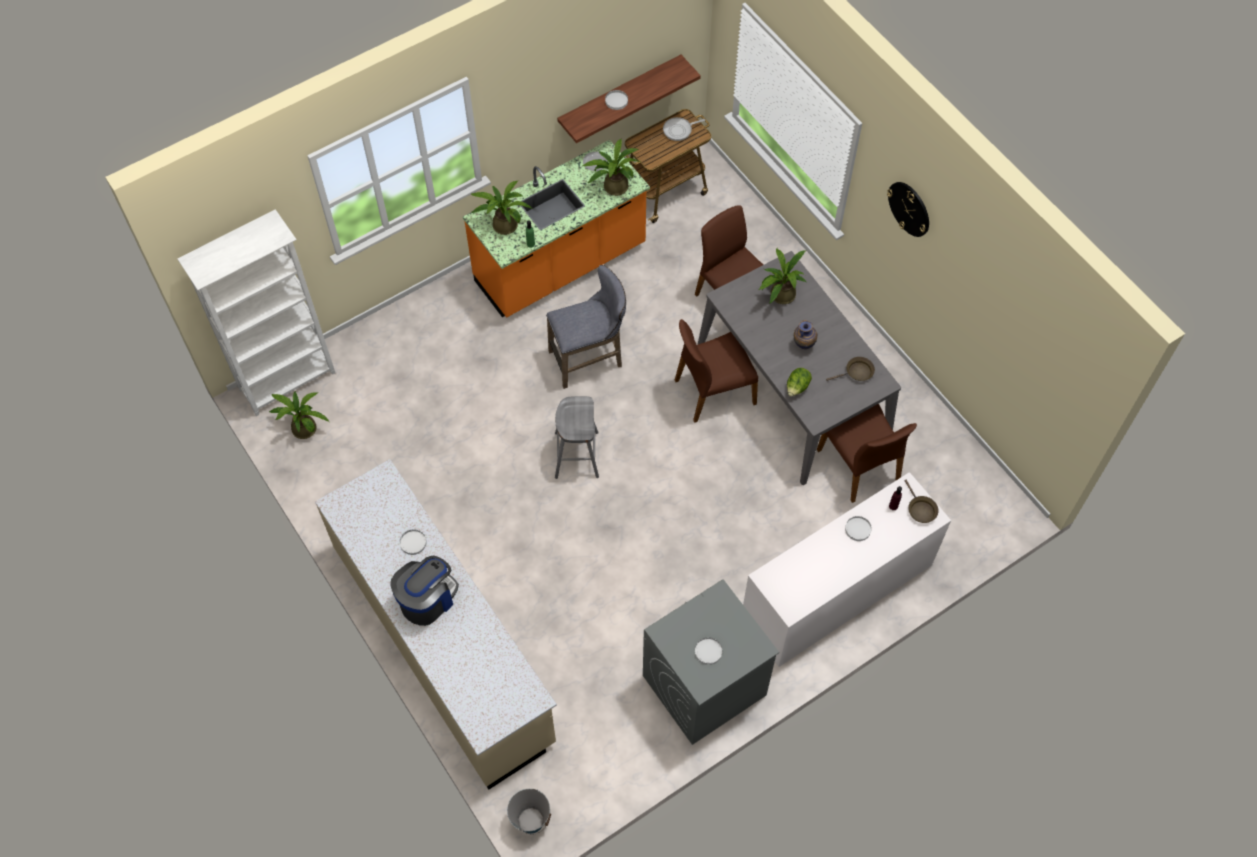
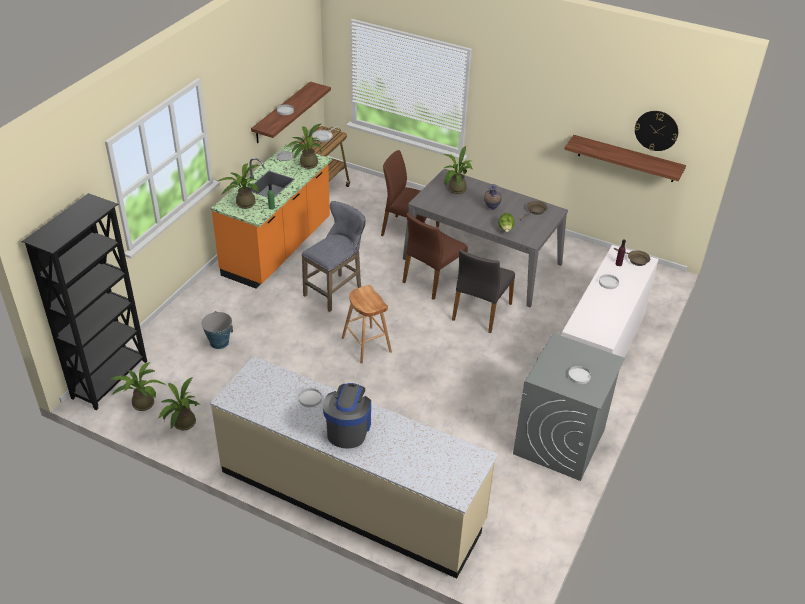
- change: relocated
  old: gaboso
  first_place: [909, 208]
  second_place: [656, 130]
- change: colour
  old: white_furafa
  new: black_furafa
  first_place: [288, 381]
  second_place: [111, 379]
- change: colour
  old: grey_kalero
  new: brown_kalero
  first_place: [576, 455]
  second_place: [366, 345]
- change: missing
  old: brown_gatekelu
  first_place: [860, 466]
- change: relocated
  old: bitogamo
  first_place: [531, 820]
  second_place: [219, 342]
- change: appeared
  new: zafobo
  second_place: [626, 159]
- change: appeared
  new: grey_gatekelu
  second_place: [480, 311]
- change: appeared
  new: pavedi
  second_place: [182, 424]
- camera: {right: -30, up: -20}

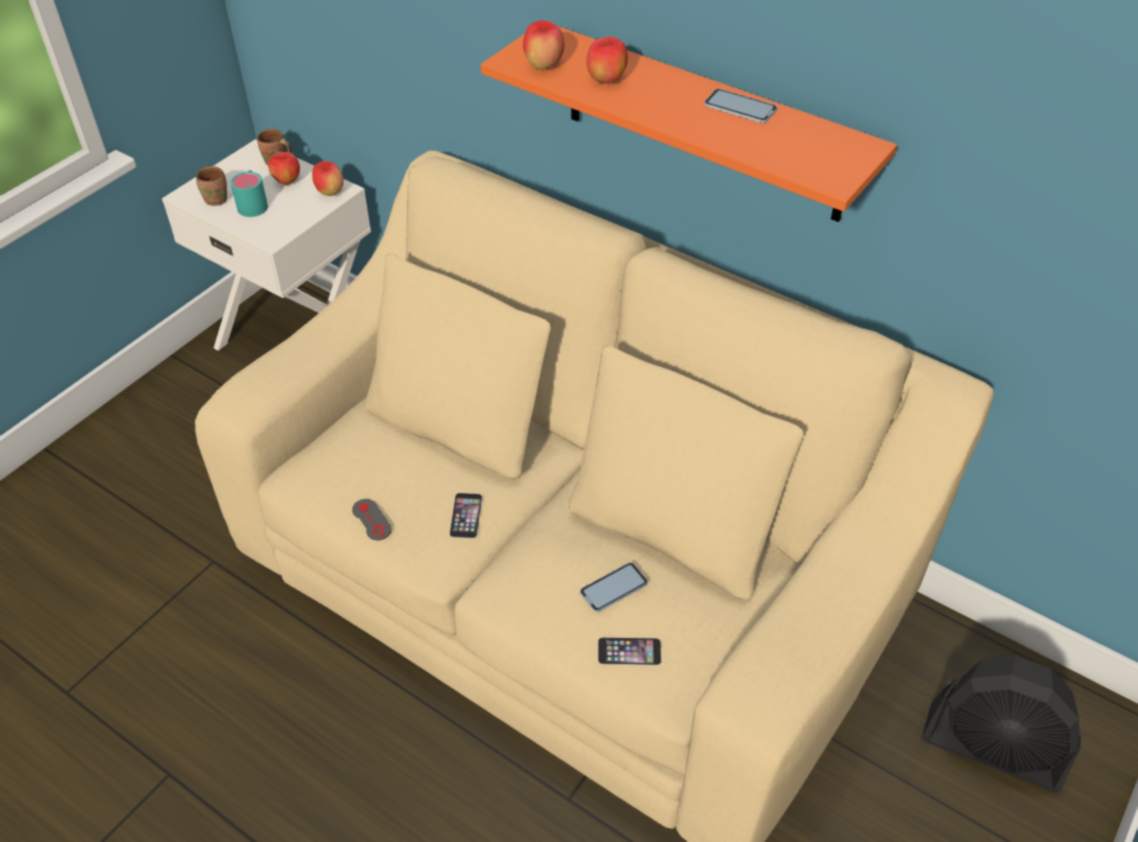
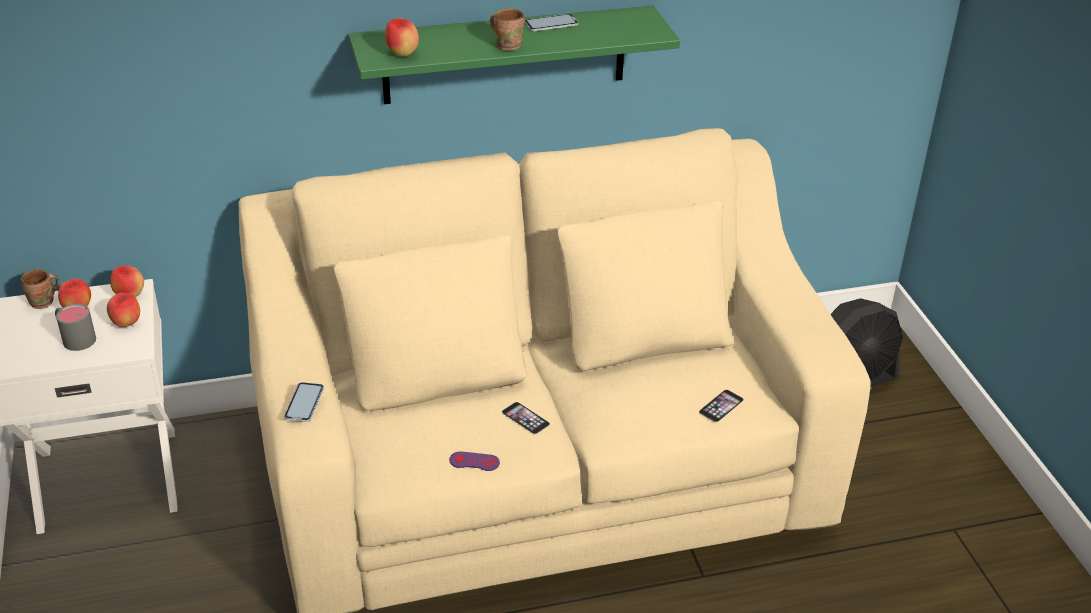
- change: colour
  old: orange_zafobo
  new: green_zafobo
  first_place: [703, 123]
  second_place: [505, 55]
- change: relocated
  old: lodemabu
  first_place: [606, 80]
  second_place: [126, 323]
- change: relocated
  old: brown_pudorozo
  first_place: [218, 199]
  second_place: [508, 45]
- change: colour
  old: turquoise_pudorozo
  new: grey_pudorozo
  first_place: [253, 203]
  second_place: [74, 337]
- change: colour
  old: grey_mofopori
  new: purple_mofopori
  first_place: [371, 519]
  second_place: [474, 461]
- change: relocated
  old: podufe
  first_place: [613, 588]
  second_place: [304, 403]
- camera: {right: -50, up: -10}

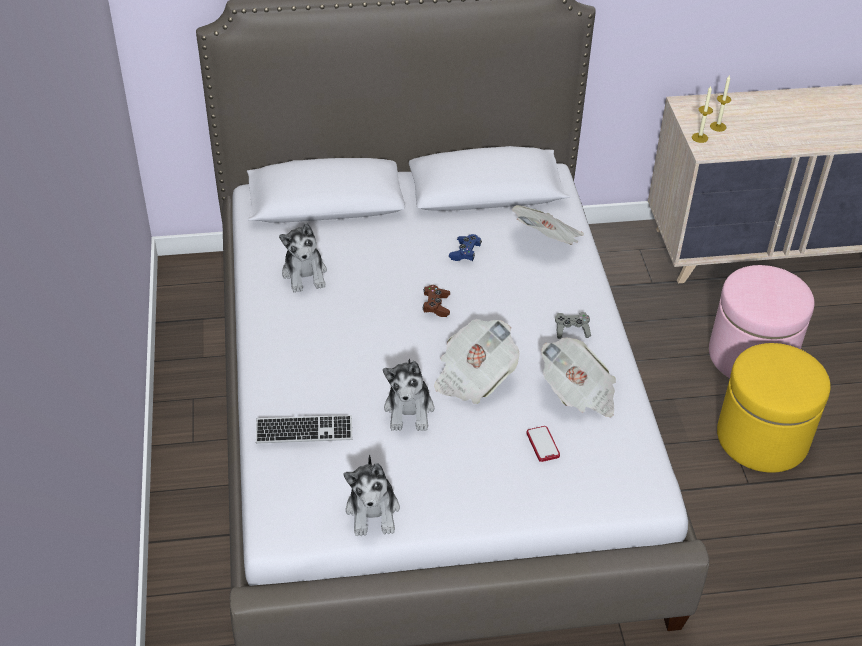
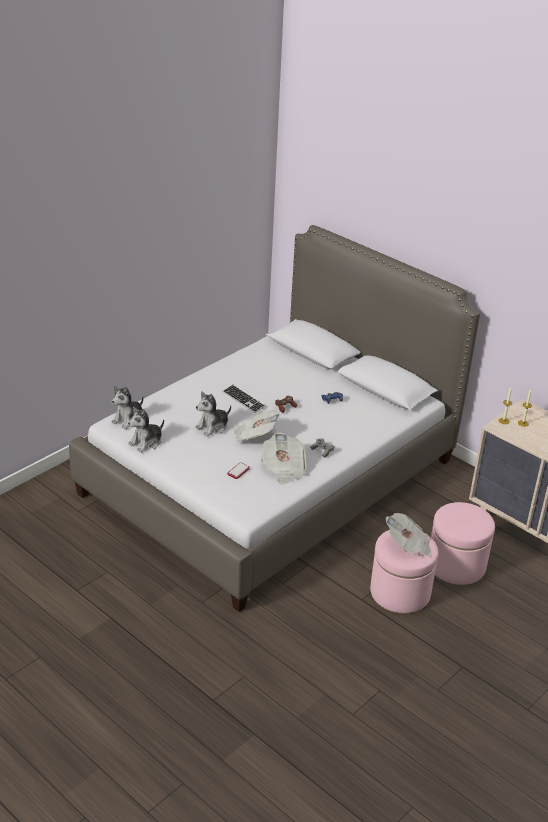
- change: relocated
  old: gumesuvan
  first_place: [547, 240]
  second_place: [408, 545]
- change: relocated
  old: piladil
  first_place: [305, 274]
  second_place: [128, 419]
- change: colour
  old: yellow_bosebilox
  new: pink_bosebilox
  first_place: [762, 438]
  second_place: [400, 592]
- change: relocated
  old: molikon
  first_place: [304, 431]
  second_place: [243, 400]
- camera: {right: 50, up: -10}

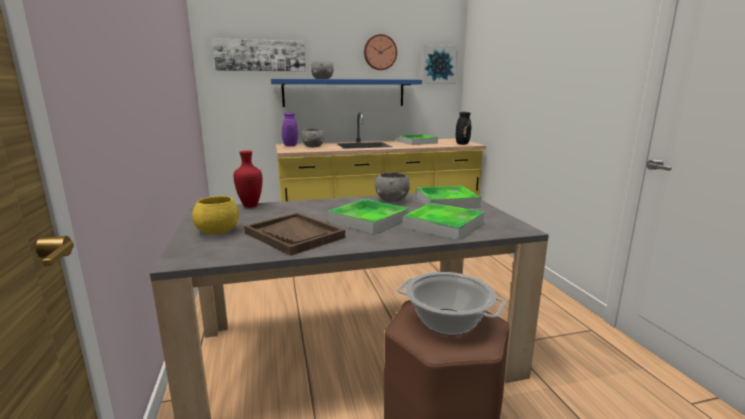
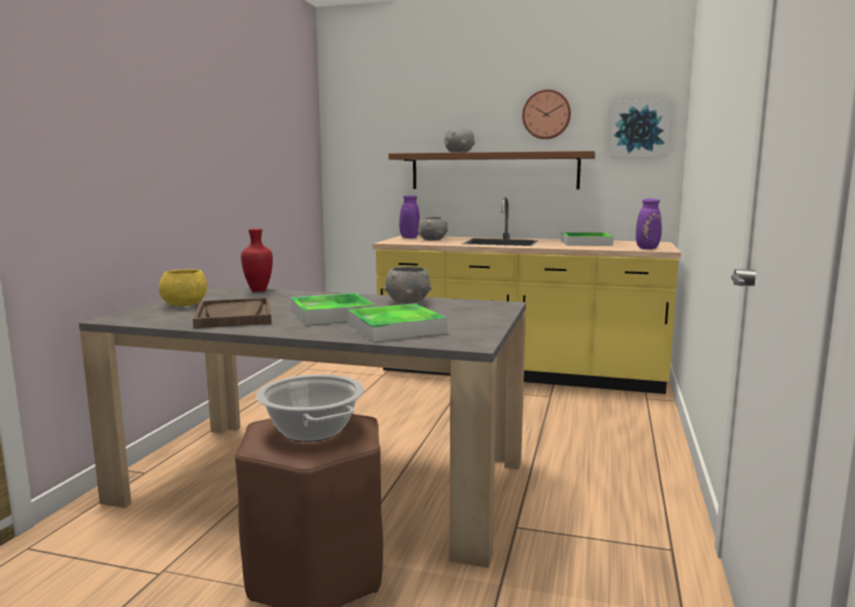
- change: missing
  old: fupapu
  first_place: [260, 55]
- change: colour
  old: blue_zafobo
  new: brown_zafobo
  first_place: [344, 93]
  second_place: [493, 171]
- change: colour
  old: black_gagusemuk
  new: purple_gagusemuk
  first_place: [462, 144]
  second_place: [648, 248]
- change: missing
  old: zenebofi
  first_place: [446, 201]
- camera: {right: 30, up: -5}

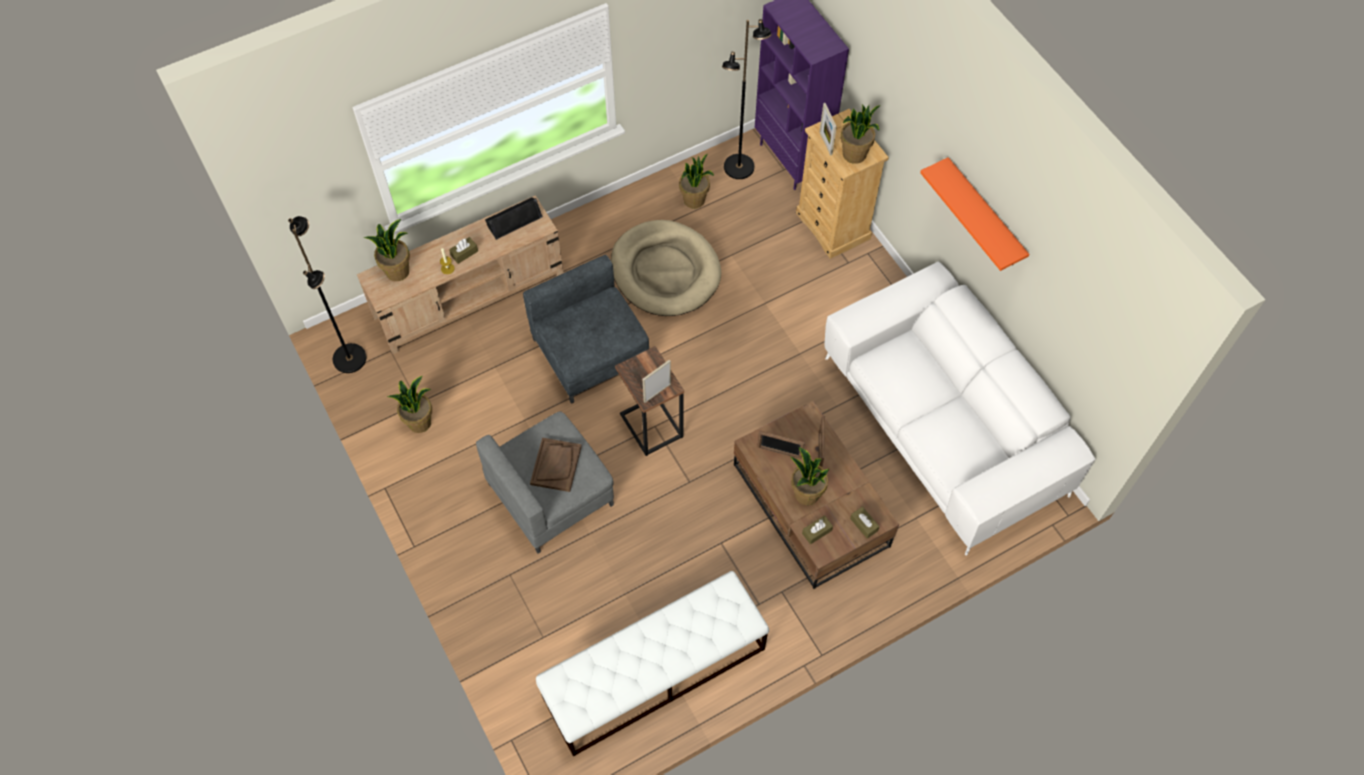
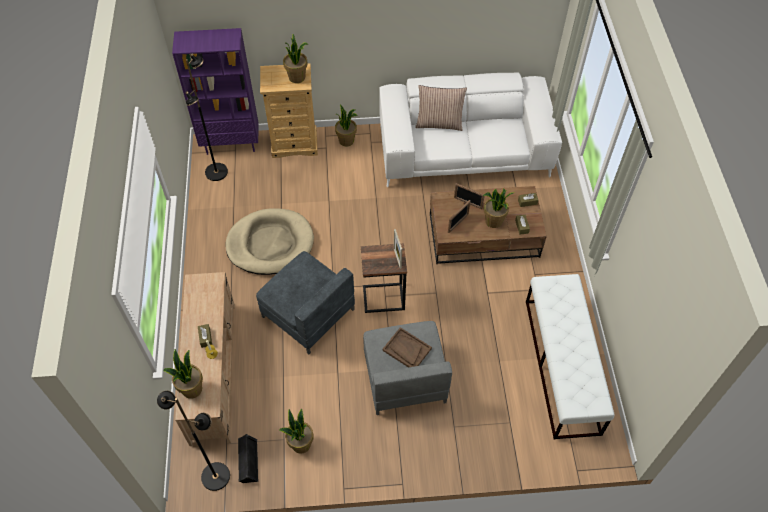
- change: missing
  old: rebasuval
  first_place: [825, 143]
- change: relocated
  old: pavedi
  first_place: [694, 200]
  second_place: [347, 140]
- change: missing
  old: orange_zafobo
  first_place: [984, 215]
- change: relocated
  old: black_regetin
  first_place: [514, 220]
  second_place: [247, 461]
- change: spun
  old: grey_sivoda
  first_place: [590, 353]
  second_place: [308, 312]
  degrees: -135
- change: appeared
  new: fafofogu
  second_place: [439, 123]
- camera: {right: -65, up: -5}

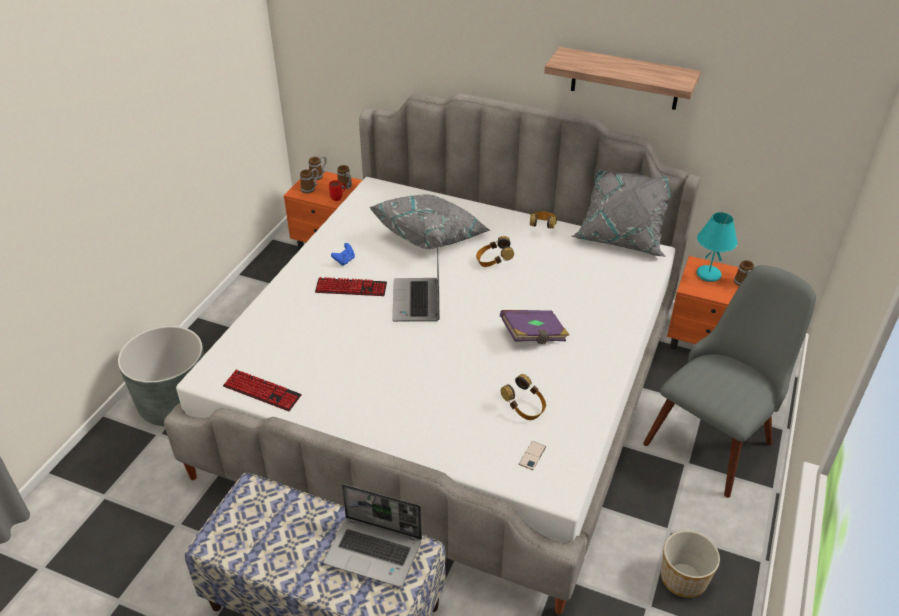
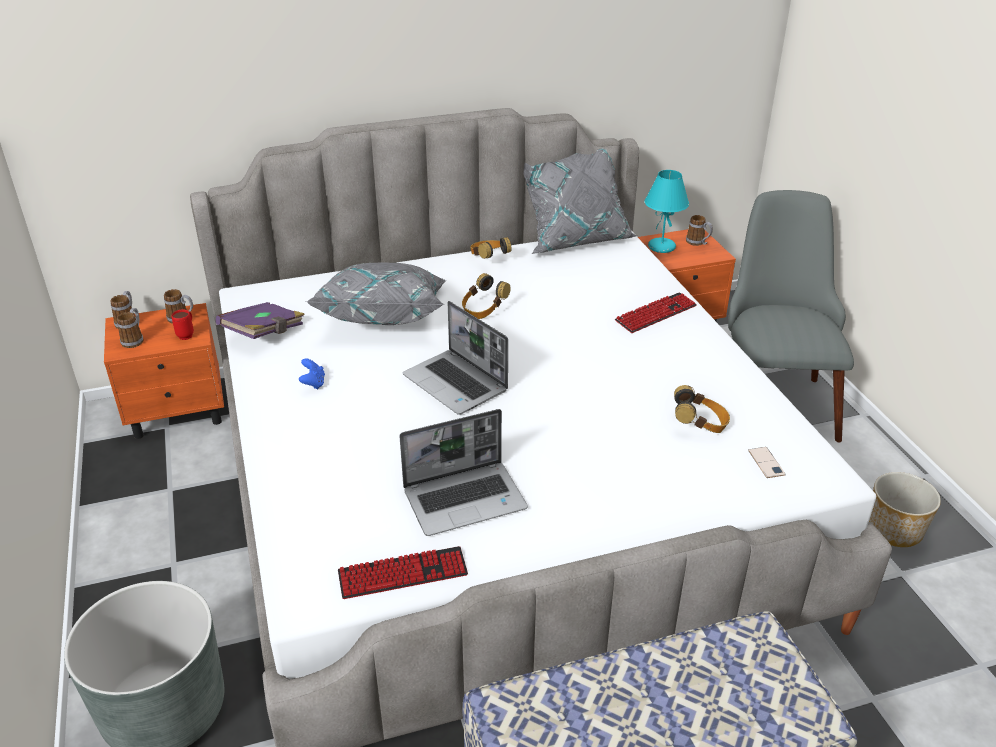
- change: missing
  old: zafobo
  first_place: [625, 79]
- change: relocated
  old: molikon
  first_place: [351, 288]
  second_place: [656, 314]
- change: relocated
  old: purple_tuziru
  first_place: [533, 336]
  second_place: [264, 333]
- change: relocated
  old: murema
  first_place: [375, 552]
  second_place: [466, 499]
- camera: {right: -40, up: -5}

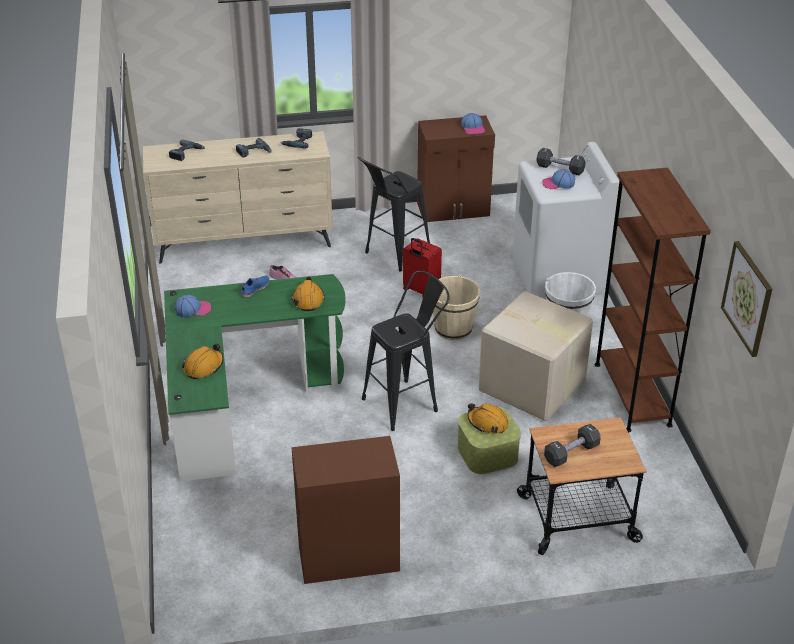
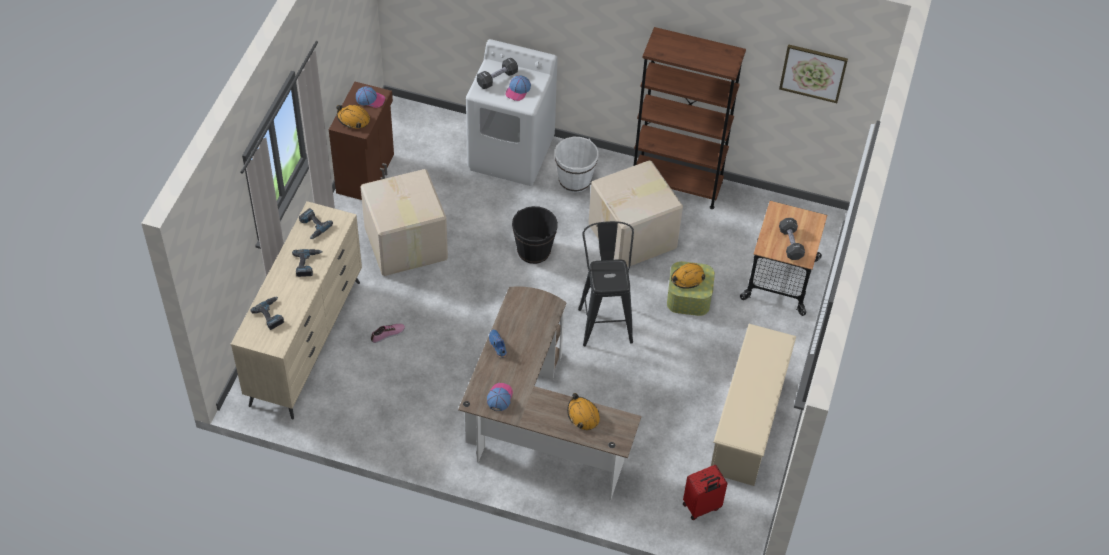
- change: exchanged
  old: black_kalero
  new: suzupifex
  first_place: [393, 255]
  second_place: [405, 245]
- change: relocated
  old: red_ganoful
  first_place: [420, 290]
  second_place: [702, 507]
- change: colour
  old: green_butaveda
  new: brown_butaveda
  first_place: [242, 399]
  second_place: [534, 424]
- change: colour
  old: beige_bitogamo
  new: black_bitogamo
  first_place: [453, 329]
  second_place: [534, 250]
- change: relocated
  old: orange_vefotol
  first_place: [308, 299]
  second_place: [353, 119]
- change: exchanged
  old: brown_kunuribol
  new: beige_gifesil
  first_place: [347, 556]
  second_place: [747, 424]
- camera: {right: -65, up: 15}

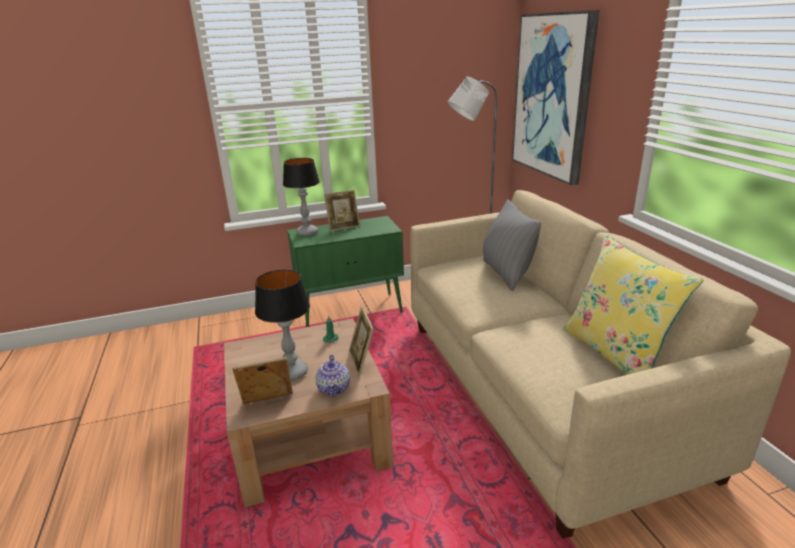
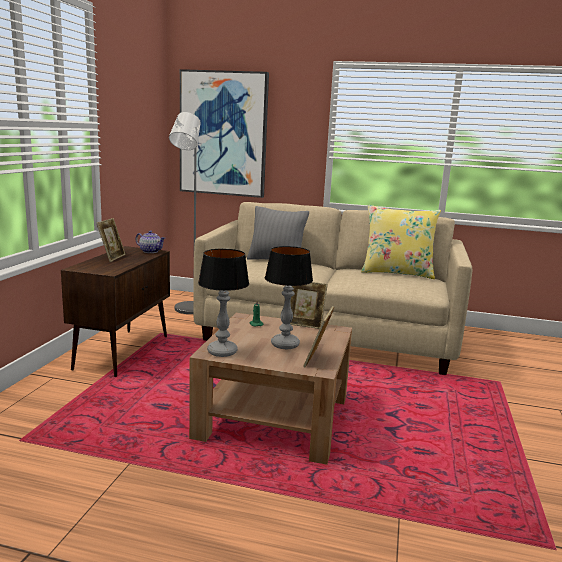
- change: relocated
  old: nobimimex
  first_place: [307, 233]
  second_place: [222, 352]
- change: colour
  old: green_kunuribol
  new: brown_kunuribol
  first_place: [352, 311]
  second_place: [123, 352]
- change: relocated
  old: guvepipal
  first_place: [334, 388]
  second_place: [150, 251]
- camera: {right: -60, up: -10}

